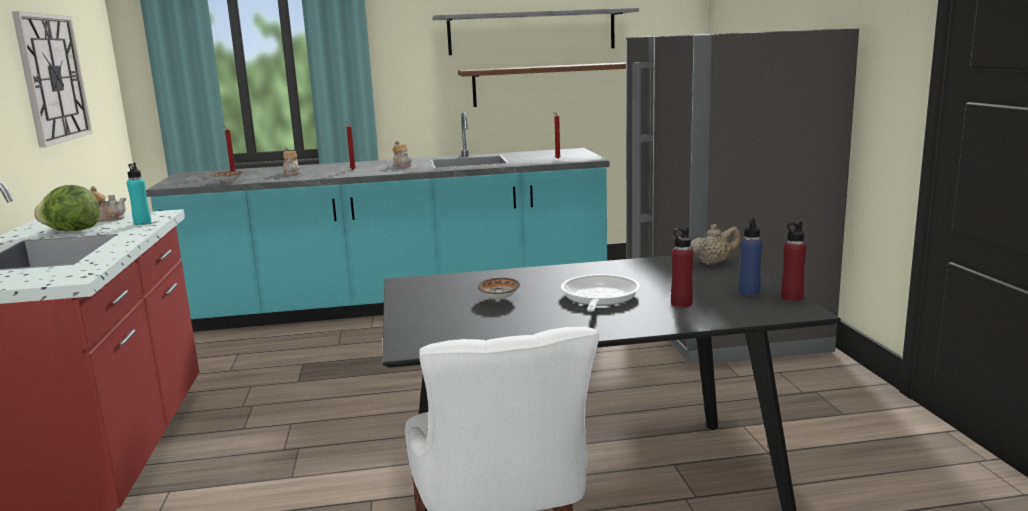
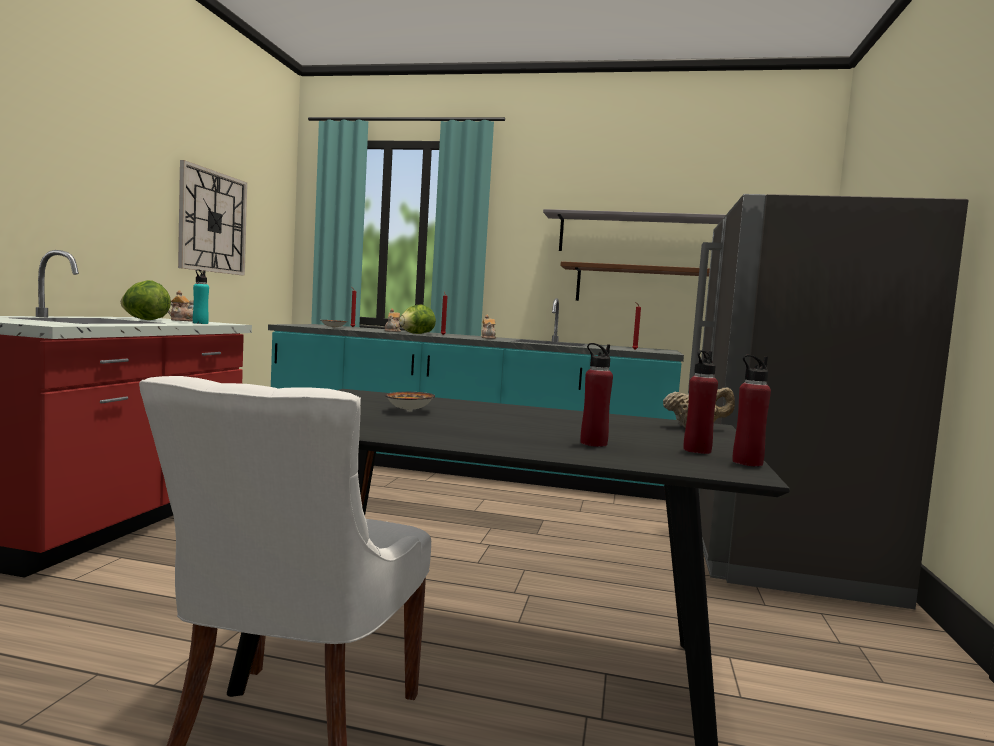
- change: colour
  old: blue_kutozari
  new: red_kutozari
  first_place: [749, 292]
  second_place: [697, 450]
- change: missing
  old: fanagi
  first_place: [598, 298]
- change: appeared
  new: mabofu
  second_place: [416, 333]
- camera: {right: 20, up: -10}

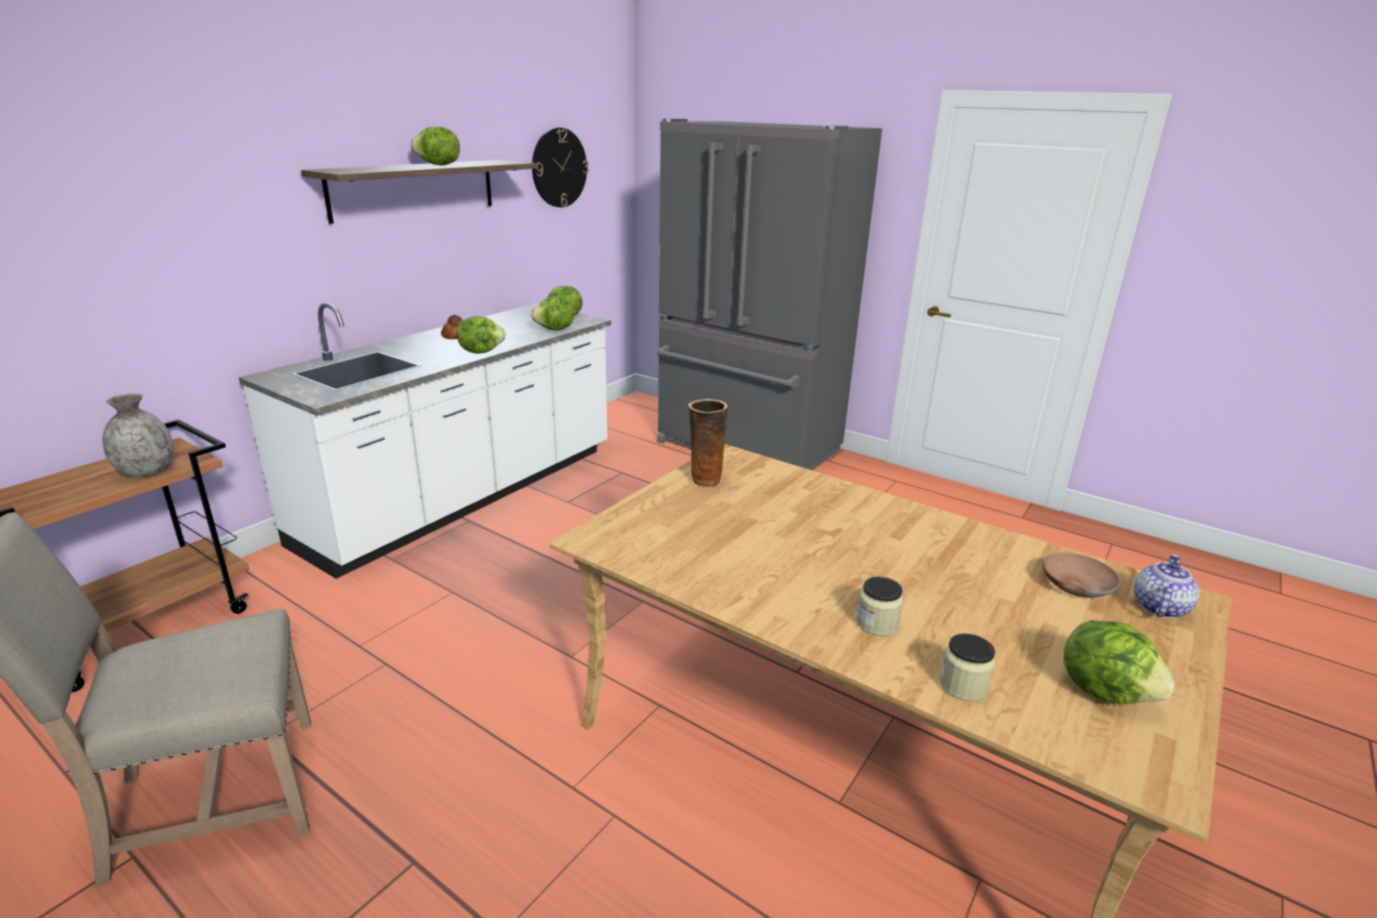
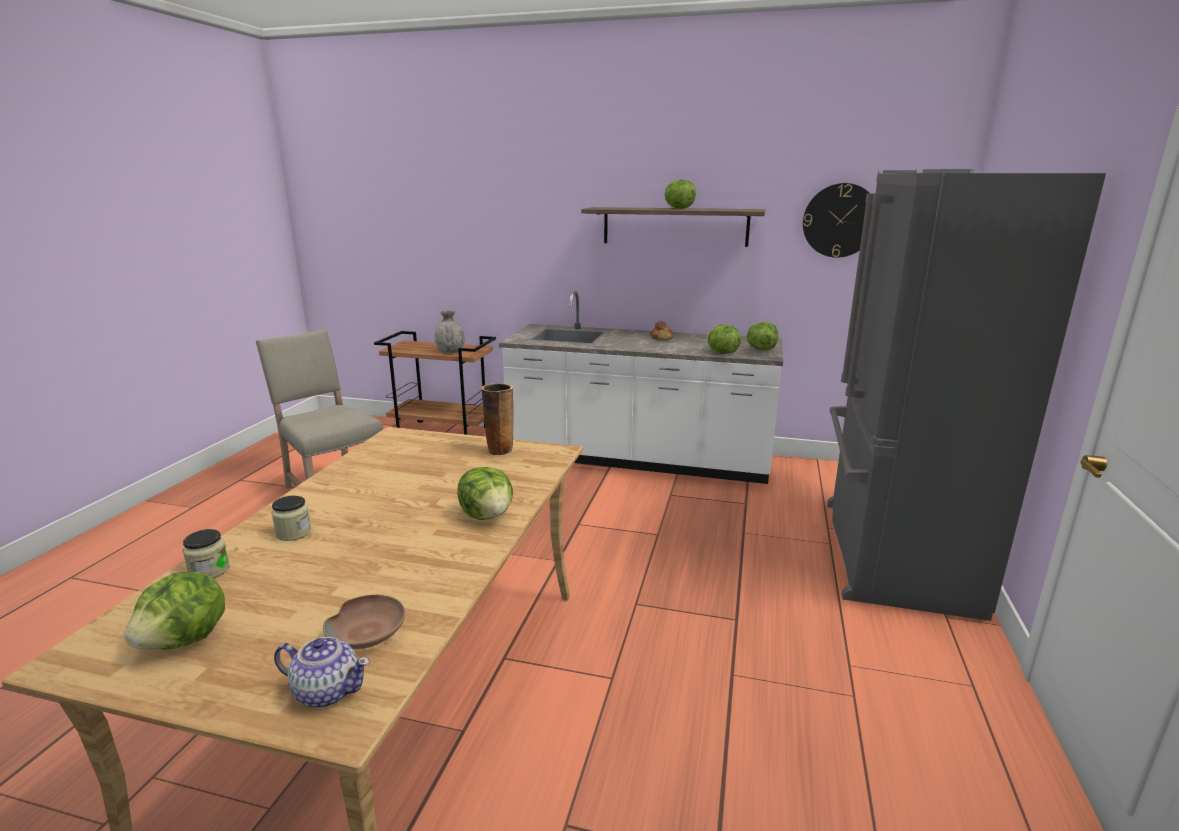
- change: relocated
  old: mabofu
  first_place: [481, 351]
  second_place: [488, 515]
- camera: {right: 70, up: -5}

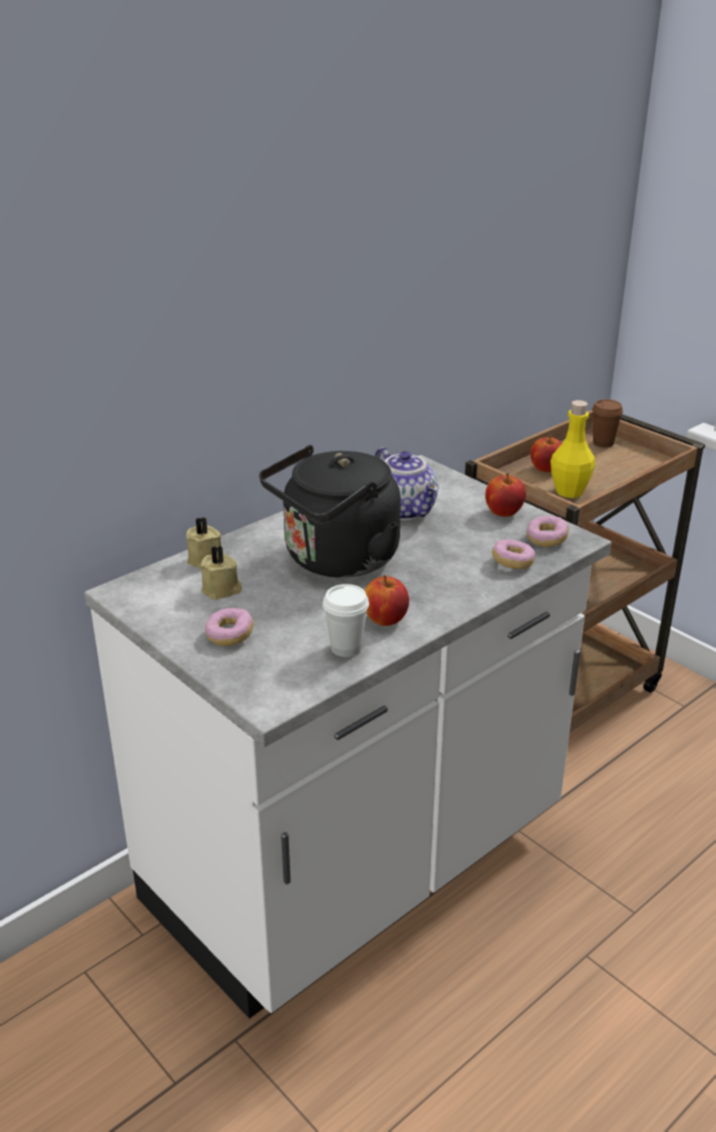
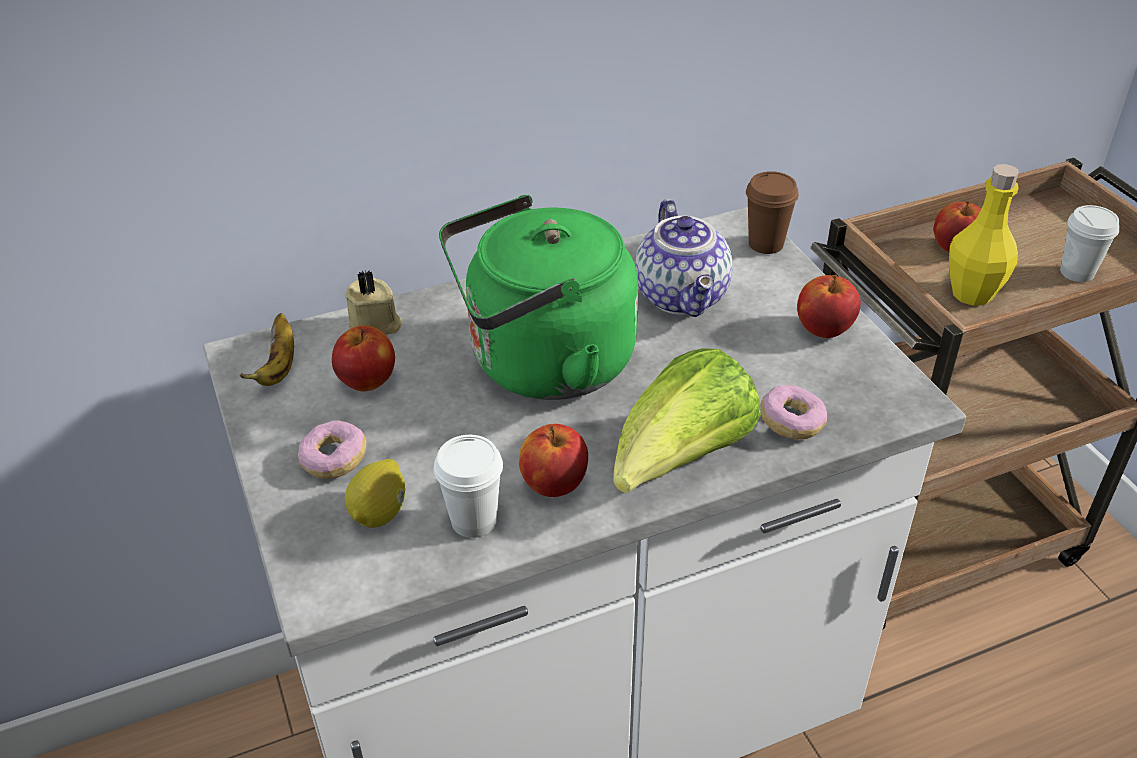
- change: relocated
  old: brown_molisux
  first_place: [603, 443]
  second_place: [765, 244]
- change: colour
  old: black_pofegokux
  new: green_pofegokux
  first_place: [336, 560]
  second_place: [542, 364]
- change: missing
  old: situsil
  first_place: [546, 539]
- change: exchanged
  old: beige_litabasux
  new: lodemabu
  first_place: [222, 590]
  second_place: [367, 381]
- change: appeared
  new: white_molisux
  second_place: [1077, 272]
- change: appeared
  new: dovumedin
  second_place: [278, 367]
- change: appeared
  new: mabofu
  second_place: [681, 460]
- change: appeared
  new: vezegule
  second_place: [380, 512]
- camera: {right: 20, up: 10}

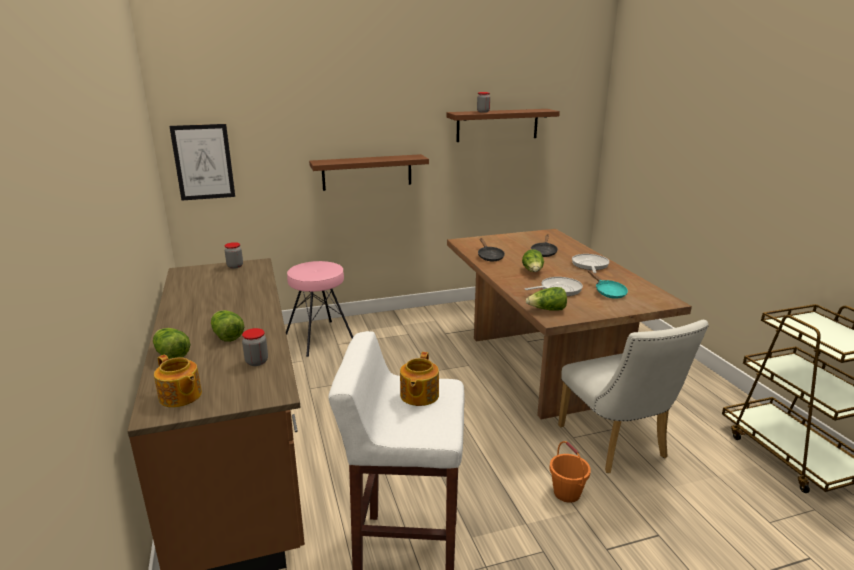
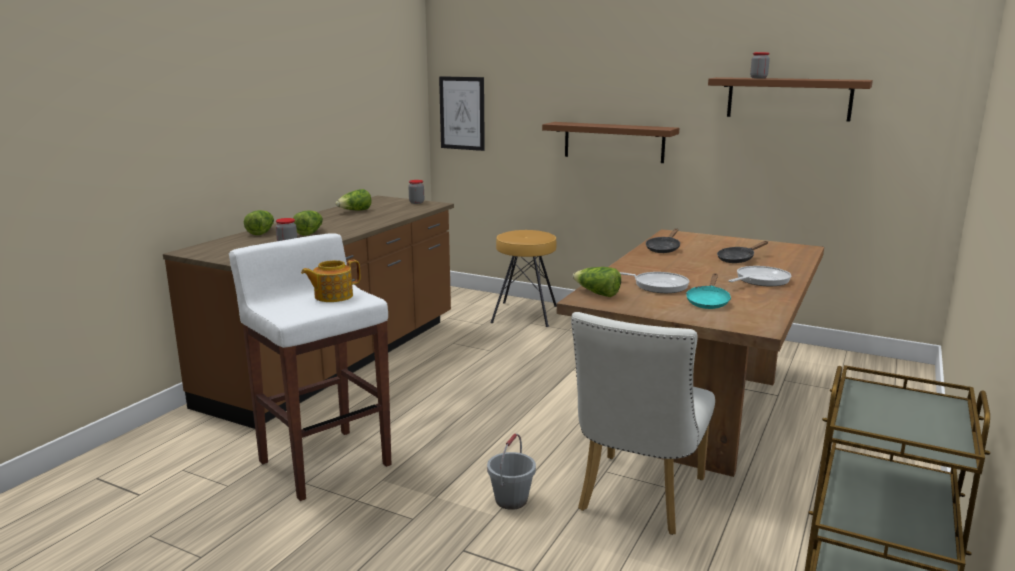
- change: relocated
  old: mabofu
  first_place: [533, 271]
  second_place: [355, 211]
- change: colour
  old: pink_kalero
  new: brown_kalero
  first_place: [320, 338]
  second_place: [525, 314]
- change: missing
  old: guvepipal
  first_place: [180, 396]
- change: colour
  old: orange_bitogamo
  new: grey_bitogamo
  first_place: [567, 493]
  second_place: [511, 500]
- camera: {right: 45, up: -5}

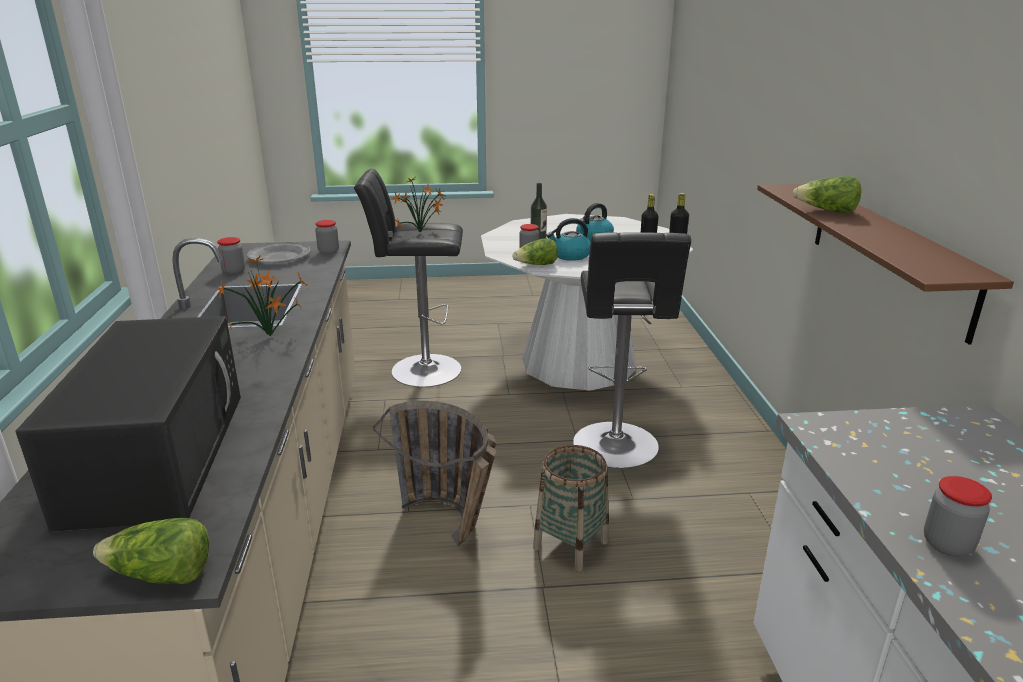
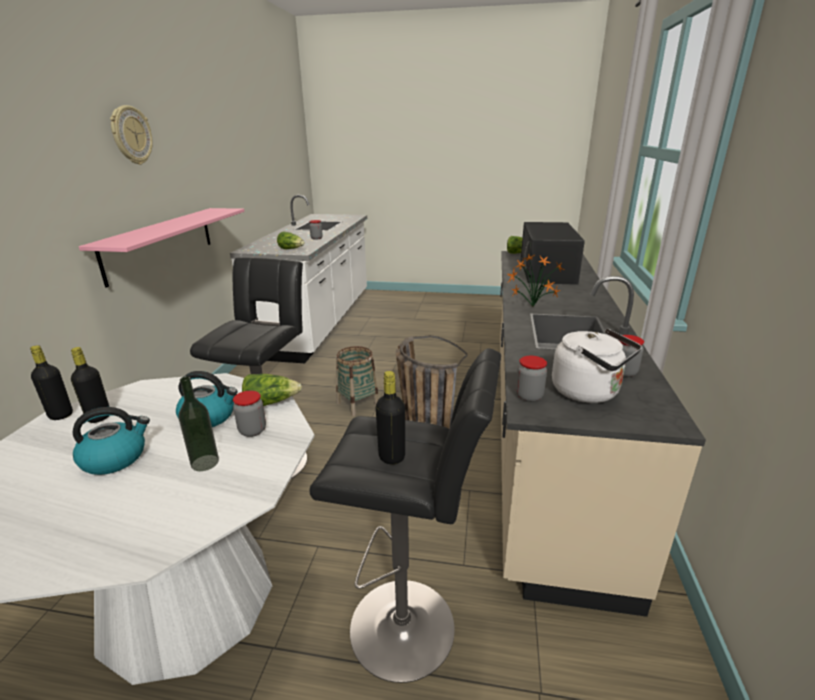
- change: exchanged
  old: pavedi
  new: black_kutozari
  first_place: [422, 232]
  second_place: [392, 456]
- change: relocated
  old: mabofu
  first_place: [827, 211]
  second_place: [291, 249]
- change: colour
  old: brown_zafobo
  new: pink_zafobo
  first_place: [887, 254]
  second_place: [160, 243]
- change: exchanged
  old: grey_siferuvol
  new: white_pofegokux
  first_place: [279, 257]
  second_place: [589, 392]
- change: appeared
  new: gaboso
  second_place: [131, 135]
- camera: {right: -165, up: 0}

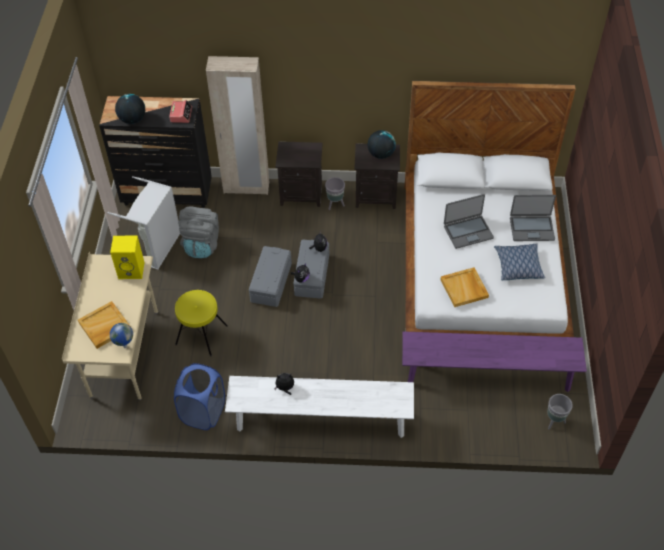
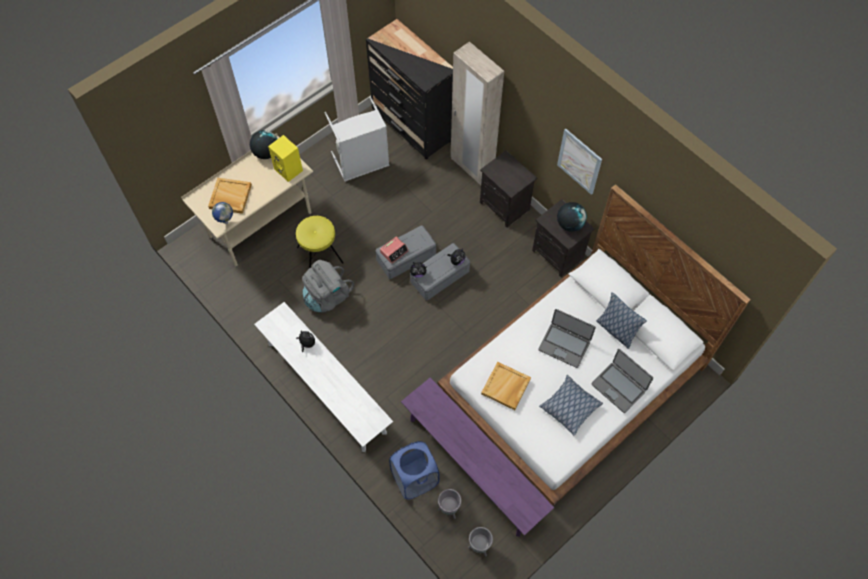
- change: relocated
  old: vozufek
  first_place: [132, 119]
  second_place: [266, 153]
- change: relocated
  old: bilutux
  first_place: [181, 114]
  second_place: [394, 251]
- change: relocated
  old: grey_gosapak
  first_place: [335, 204]
  second_place: [449, 509]
- change: relocated
  old: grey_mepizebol
  first_place: [202, 244]
  second_place: [327, 296]
- change: relocated
  old: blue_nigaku
  first_place: [203, 412]
  second_place: [414, 479]
- change: appeared
  new: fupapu
  second_place: [579, 161]
- change: appeared
  new: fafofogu
  second_place: [616, 330]
- camera: {right: 45, up: 10}

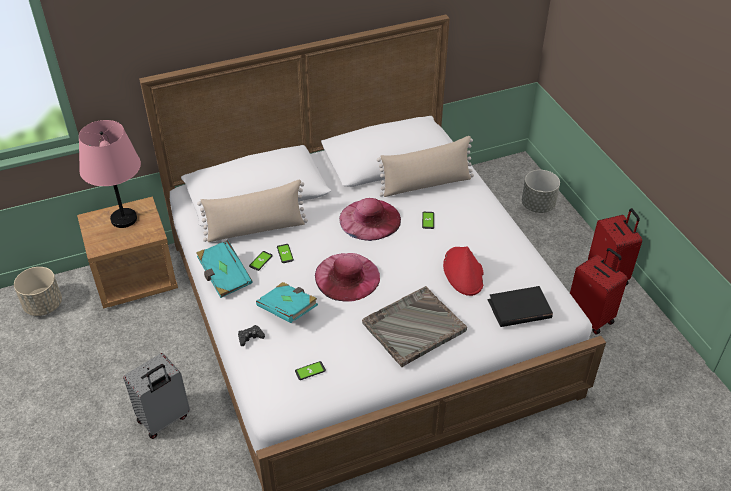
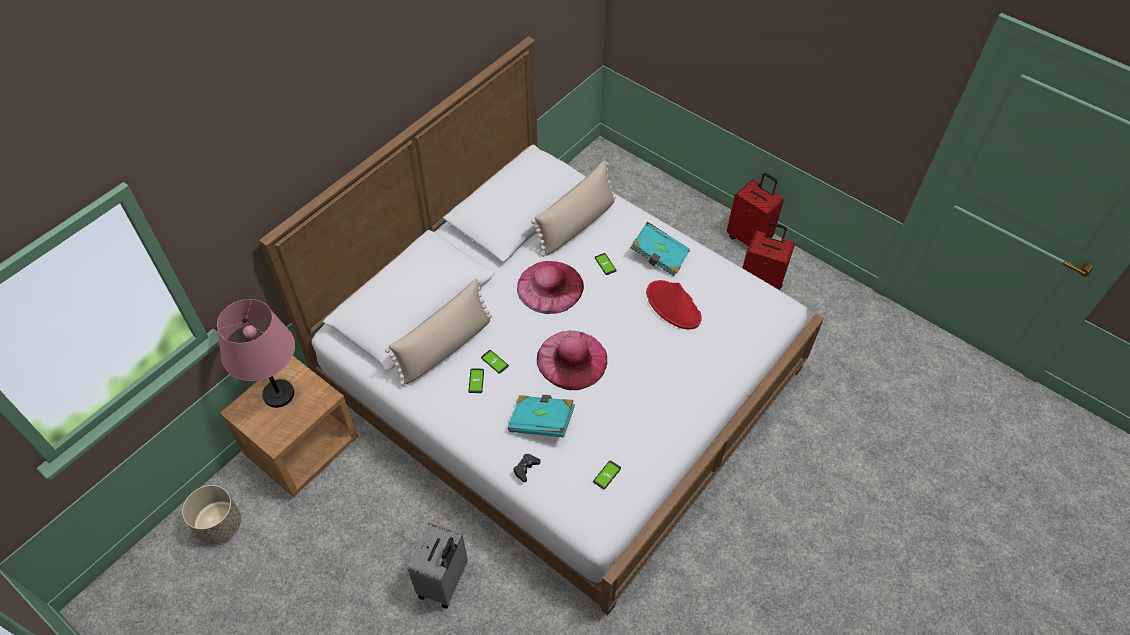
- change: missing
  old: grey_gosapak
  first_place: [538, 205]
- change: relocated
  old: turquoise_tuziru
  first_place: [224, 277]
  second_place: [659, 256]
- change: missing
  old: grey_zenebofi
  first_place: [413, 327]
- change: missing
  old: black_tuziru
  first_place: [519, 309]
- camera: {right: -30, up: 10}

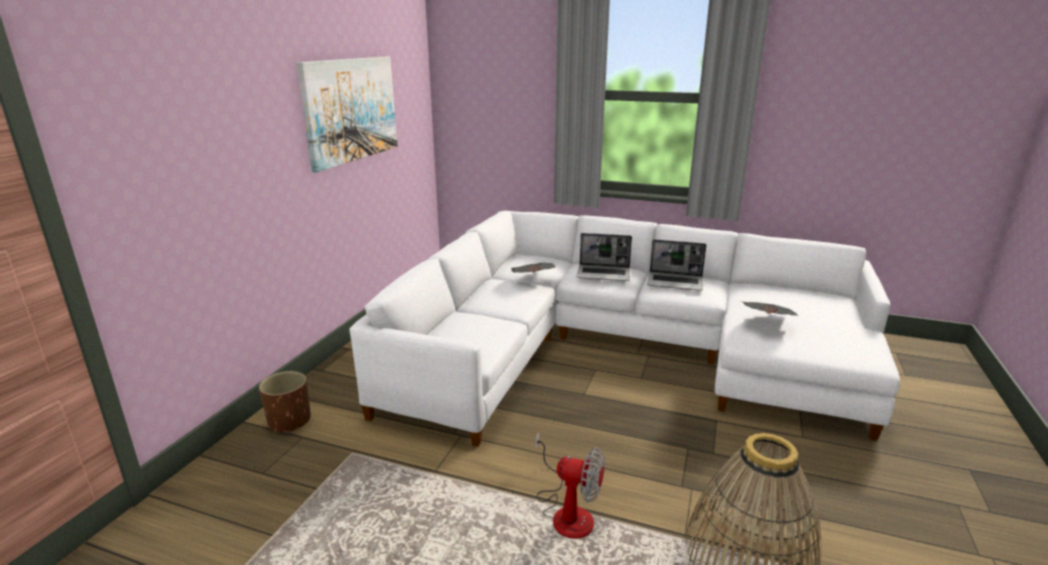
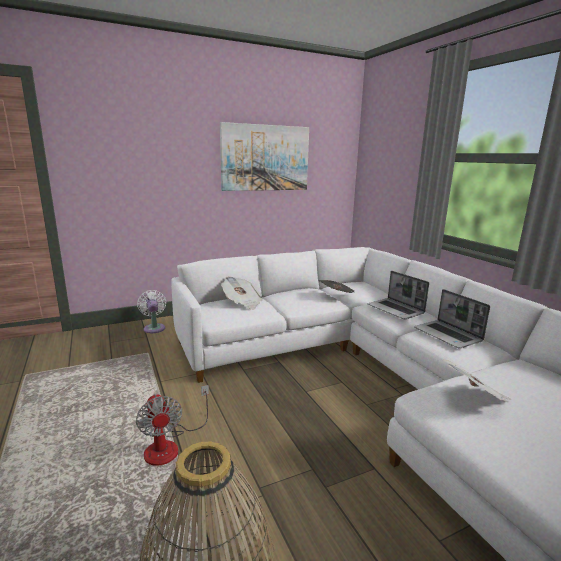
- change: exchanged
  old: brown_gosapak
  new: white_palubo
  first_place: [289, 421]
  second_place: [154, 327]
- change: appeared
  new: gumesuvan
  second_place: [242, 303]
- camera: {right: 45, up: -5}

